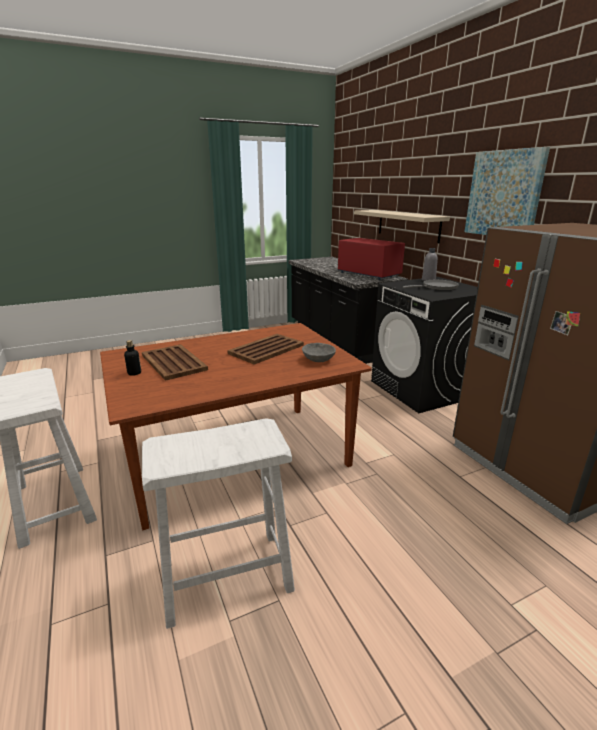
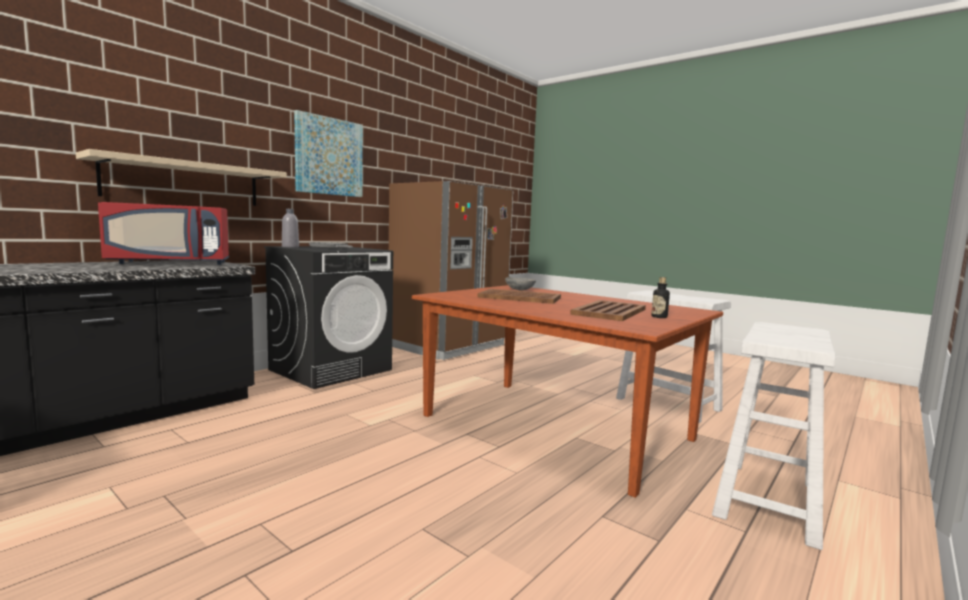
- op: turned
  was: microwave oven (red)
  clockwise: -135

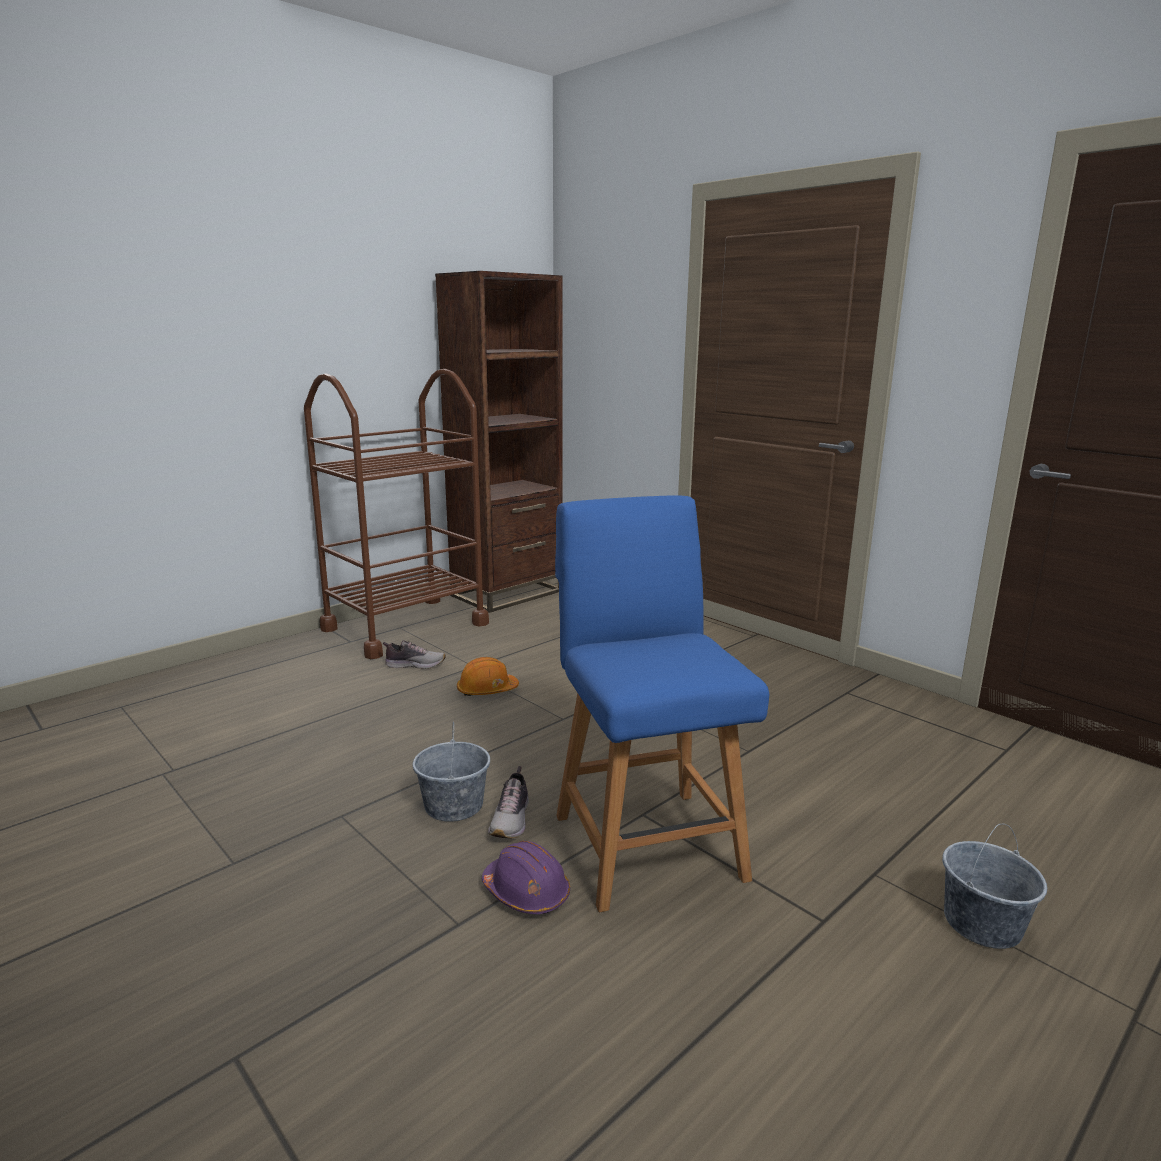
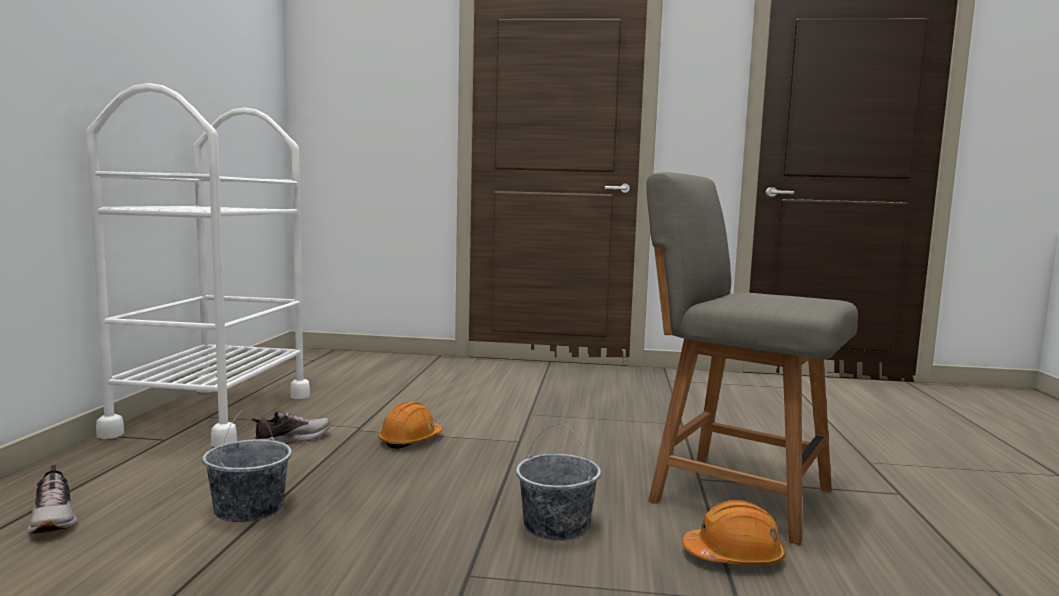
- op: recoloured
  was: trolley (brown-coloured)
  now: trolley (white)
- op: removed
  was: shelving unit (brown-coloured)
- op: recoloured
  was: hard hat (purplish)
  now: hard hat (orangey) (2nd from left)
- op: moved
  was: shoe (2nd from left in the first image)
  now: shoe (1st from left)
- op: recoloured
  was: upright chair (blue-coloured)
  now: upright chair (grey)
- op: moved
  was: pail (grey) (2nd from left in the first image)
  now: pail (grey) (1st from left)

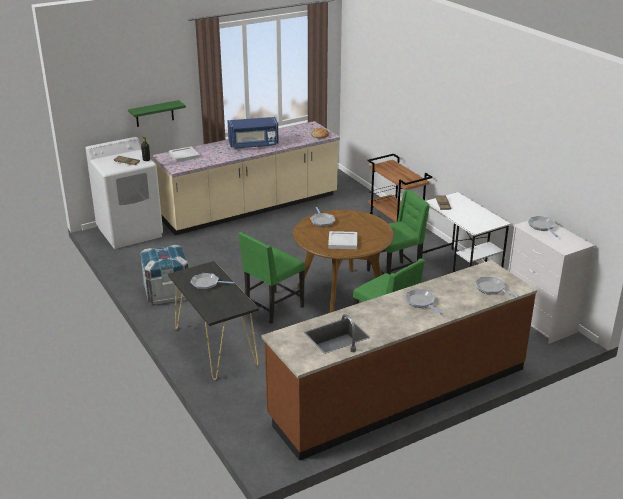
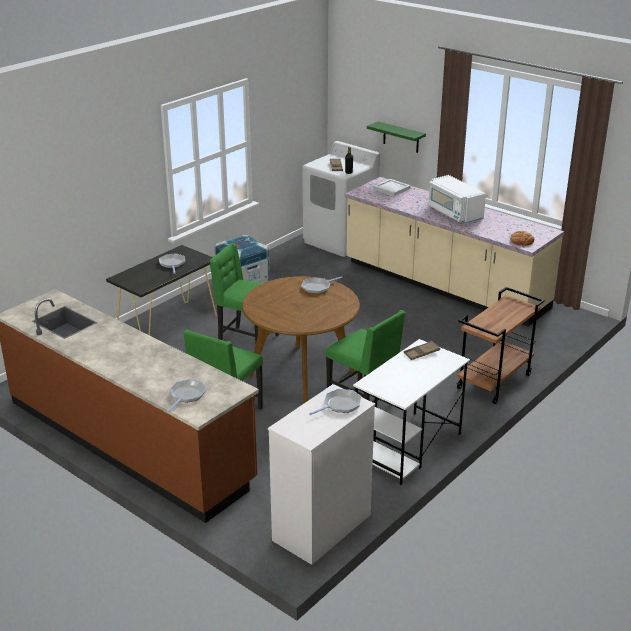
- op: recoloured
  was: microwave oven (blue-coloured)
  now: microwave oven (white)
- op: removed
  was: tray (white) (2nd from left)
- op: removed
  was: pan (3rd from left)

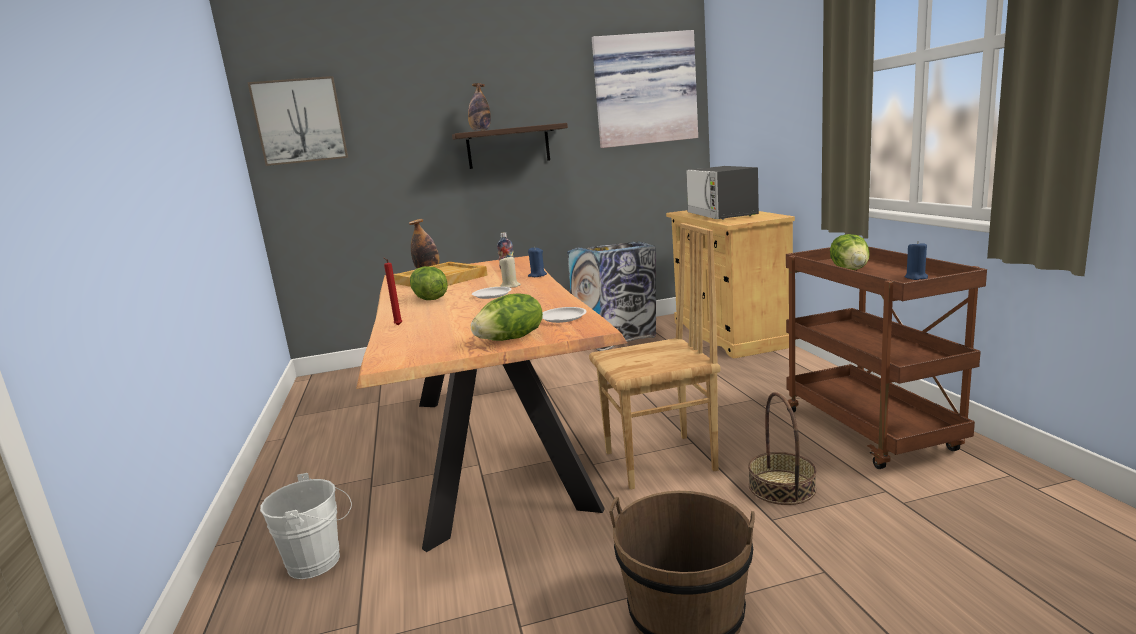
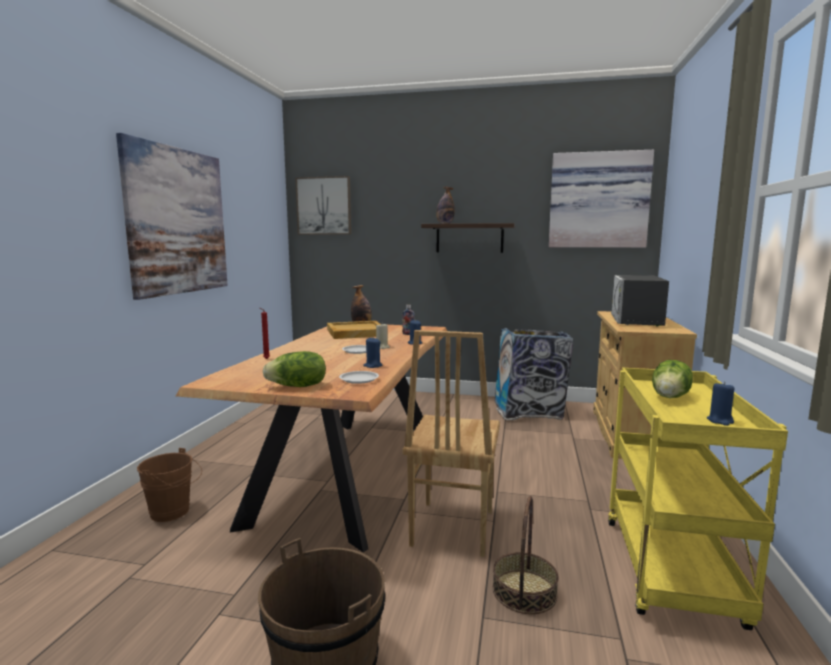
- op: recoloured
  was: pail (white)
  now: pail (brown-coloured) (1st from left)
- op: removed
  was: lettuce (1st from left)
- op: turned
  was: upright chair (brown-coloured)
  clockwise: 90
- op: recoloured
  was: trolley (brown-coloured)
  now: trolley (yellow-coloured)
- op: added
  now: wall picture (1st from left)
- op: added
  now: candle (blue-coloured) (1st from left)

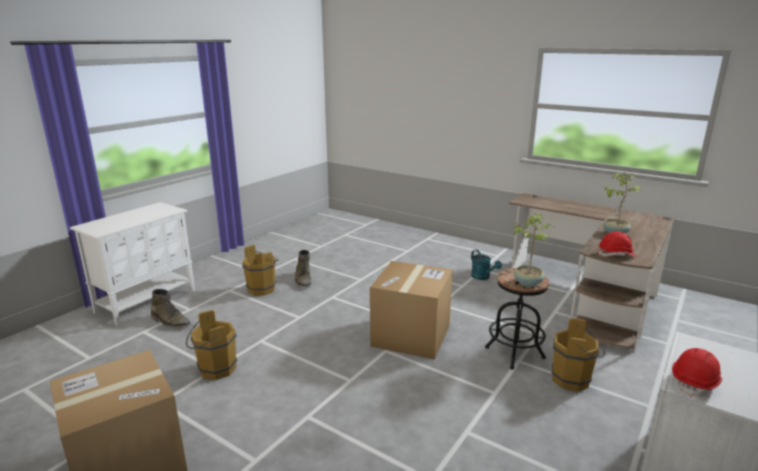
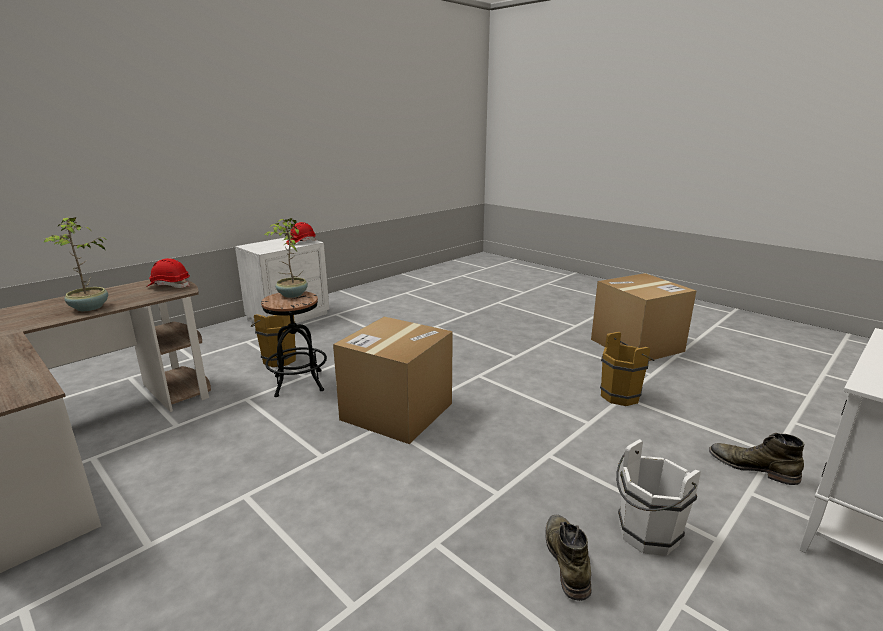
- op: recoloured
  was: pail (brown-coloured) (2nd from left)
  now: pail (white)
- op: removed
  was: watering can (turquoise)

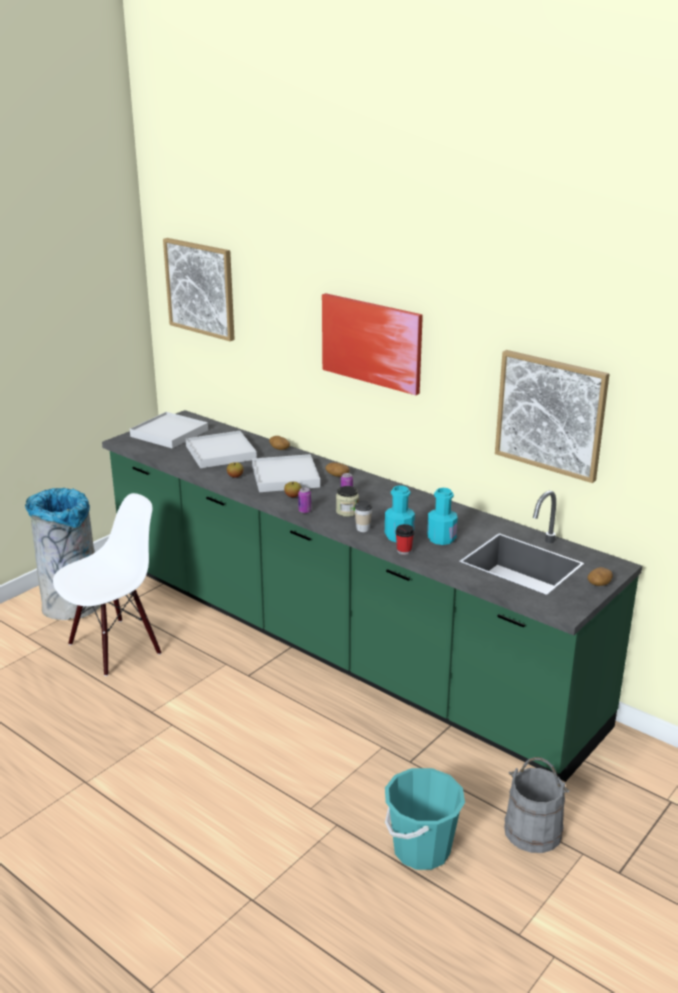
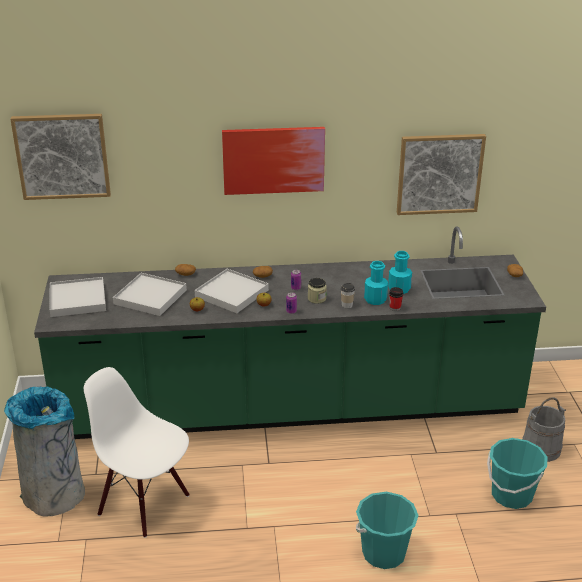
- op: turned
  was: upright chair (white)
  clockwise: -60
- op: added
  now: pail (turquoise) (1st from left)

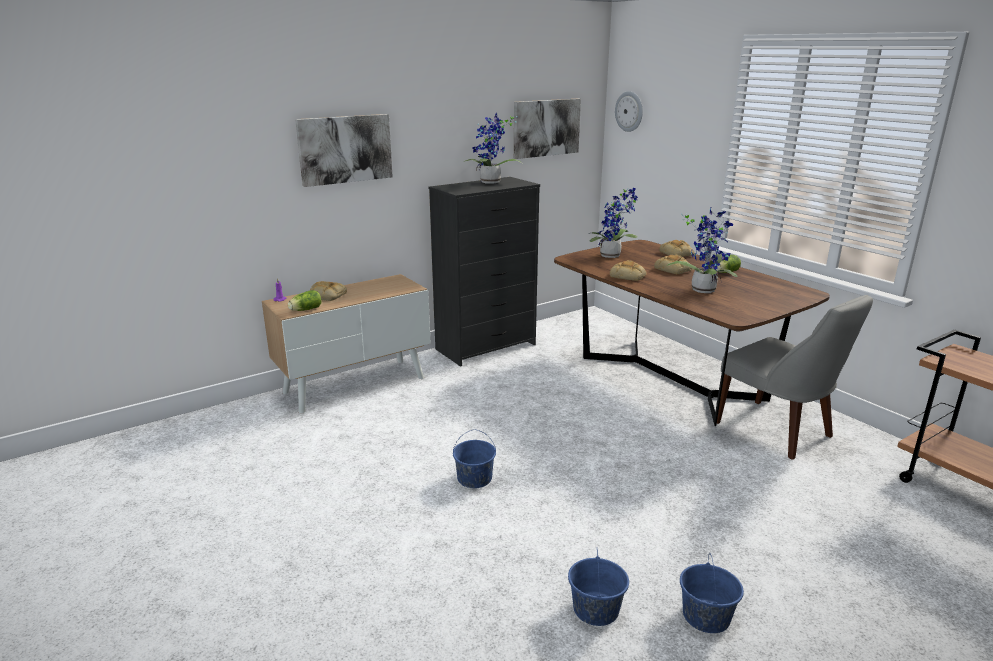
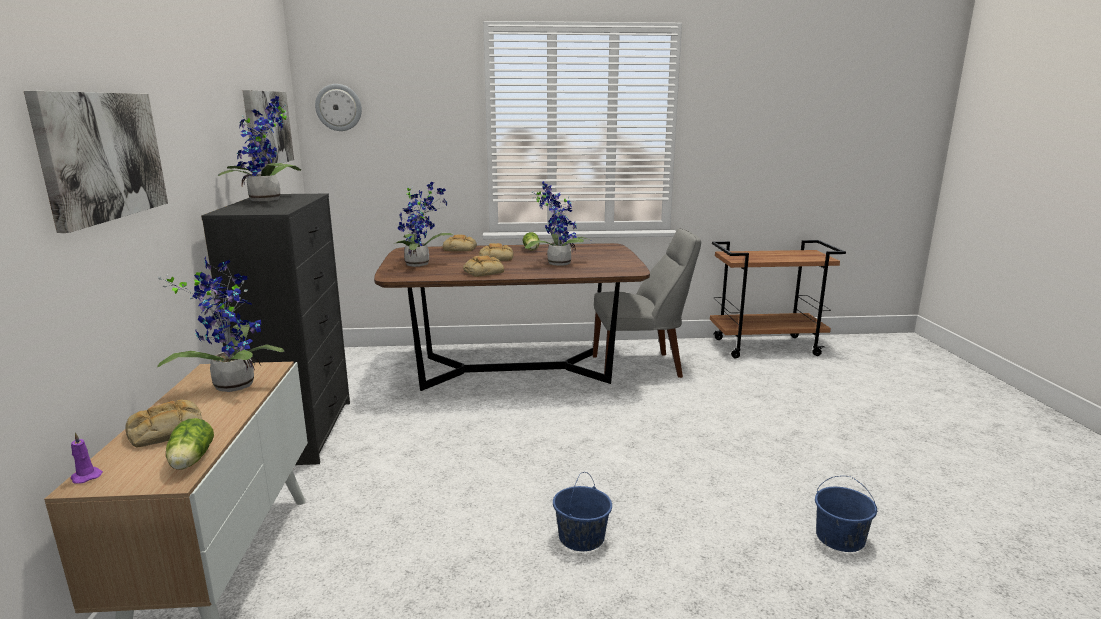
- op: removed
  was: pail (blue-coloured) (3rd from left)
- op: added
  now: potted plant (1st from left)

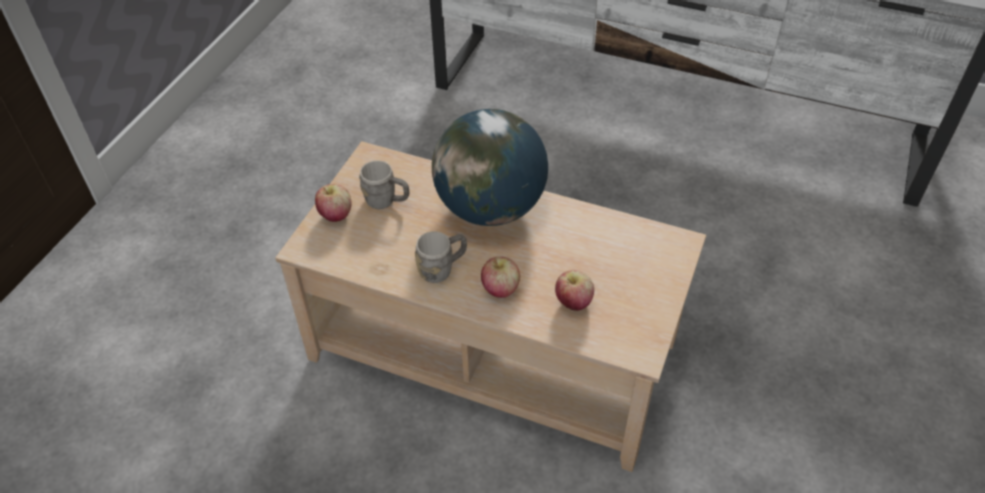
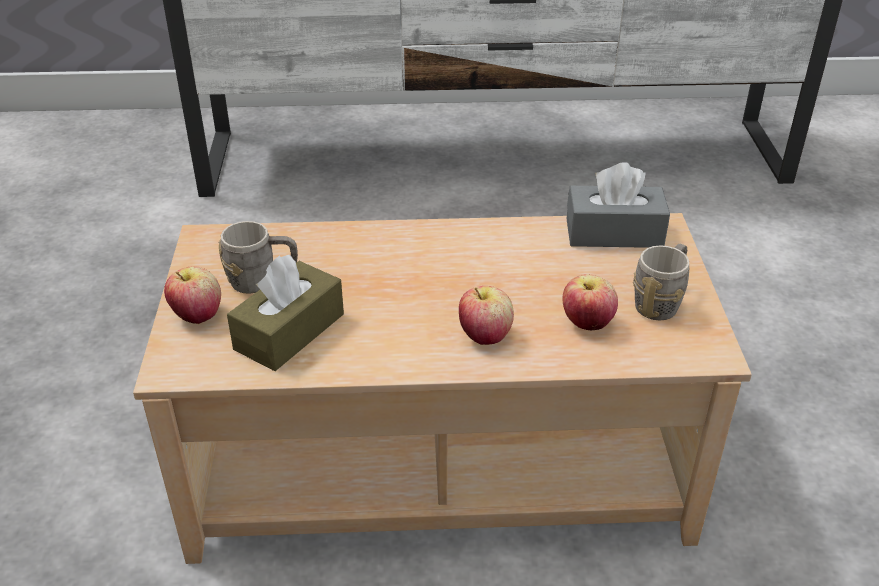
- op: moved
  was: tea mug (grey) (2nd from left)
- op: removed
  was: globe
- op: added
  now: tissue box (brown-coloured)
- op: added
  now: tissue box (grey)

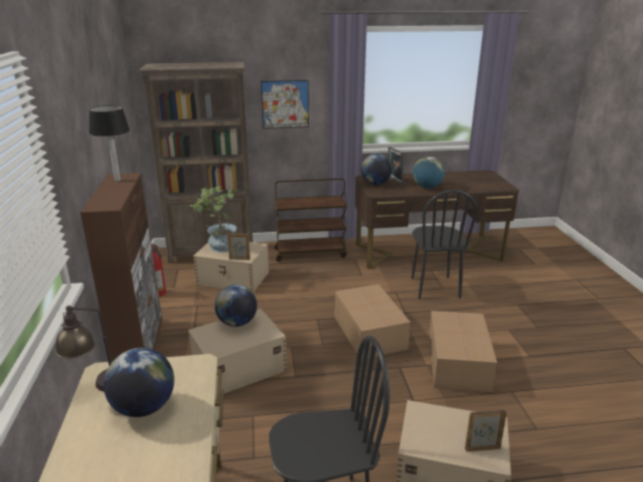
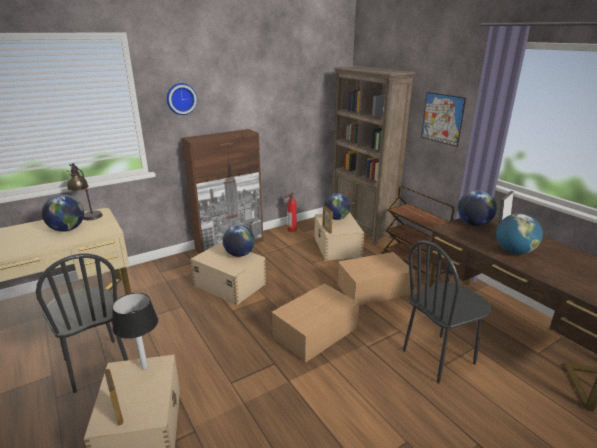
- op: moved
  was: tabletop lamp (2nd from left)
- op: replaced
  was: potted plant
  now: globe (3rd from left)
- op: moved
  was: cardboard box (2nd from left)
- op: added
  now: wall clock

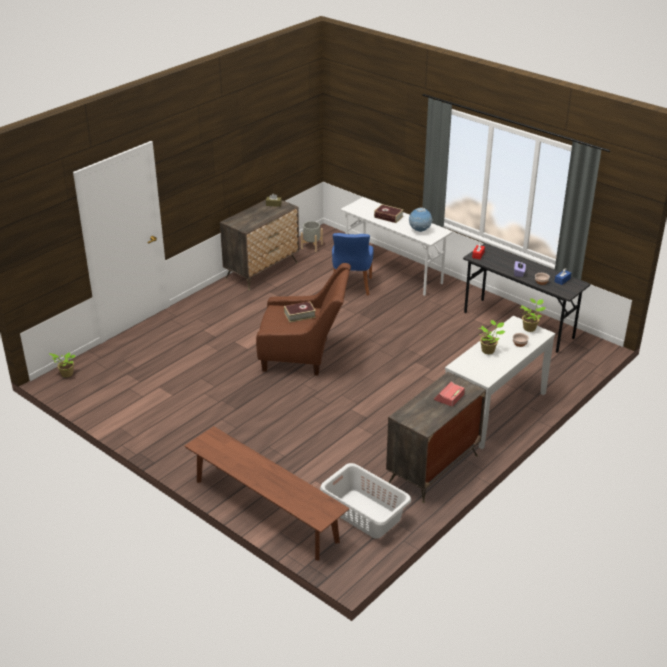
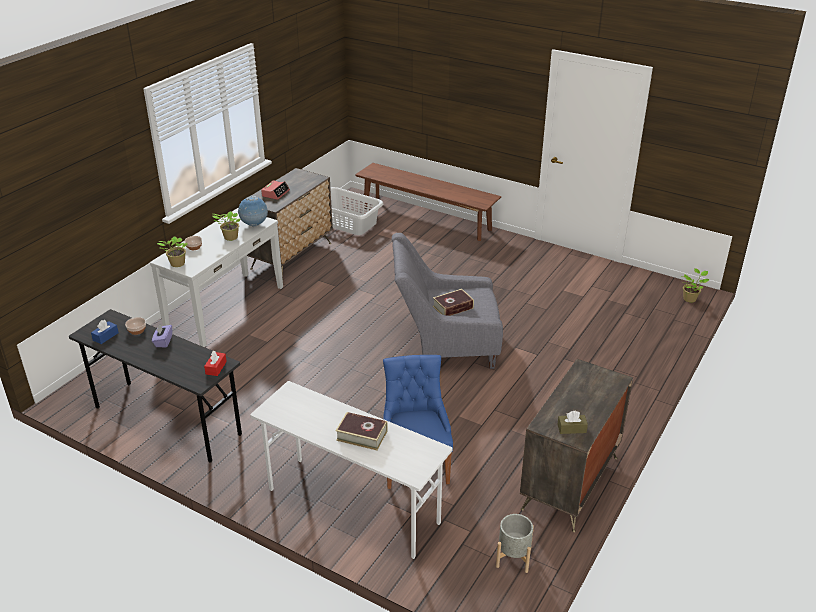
- op: recoloured
  was: easy chair (brown-coloured)
  now: easy chair (grey)
- op: moved
  was: globe

